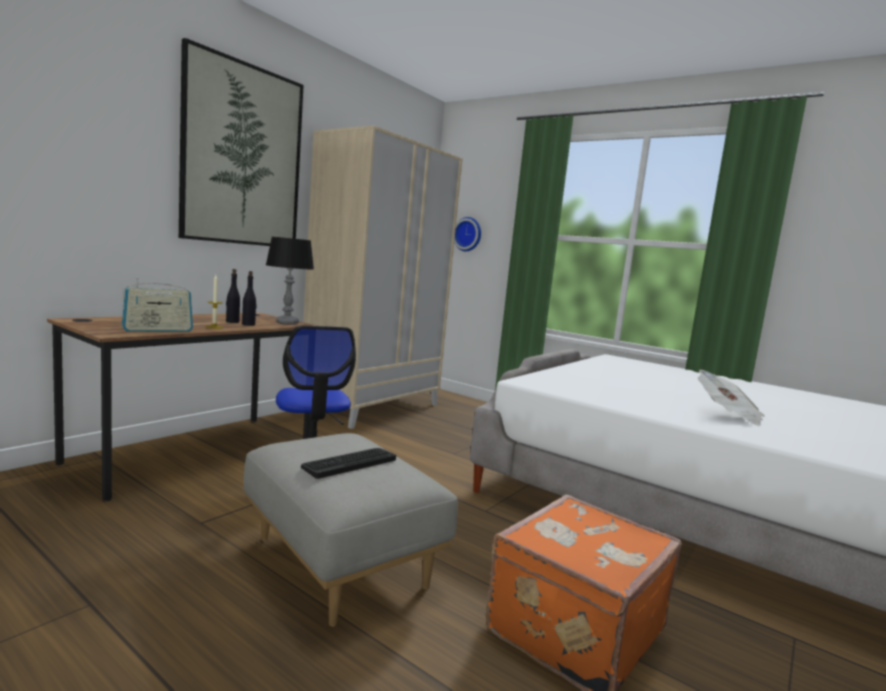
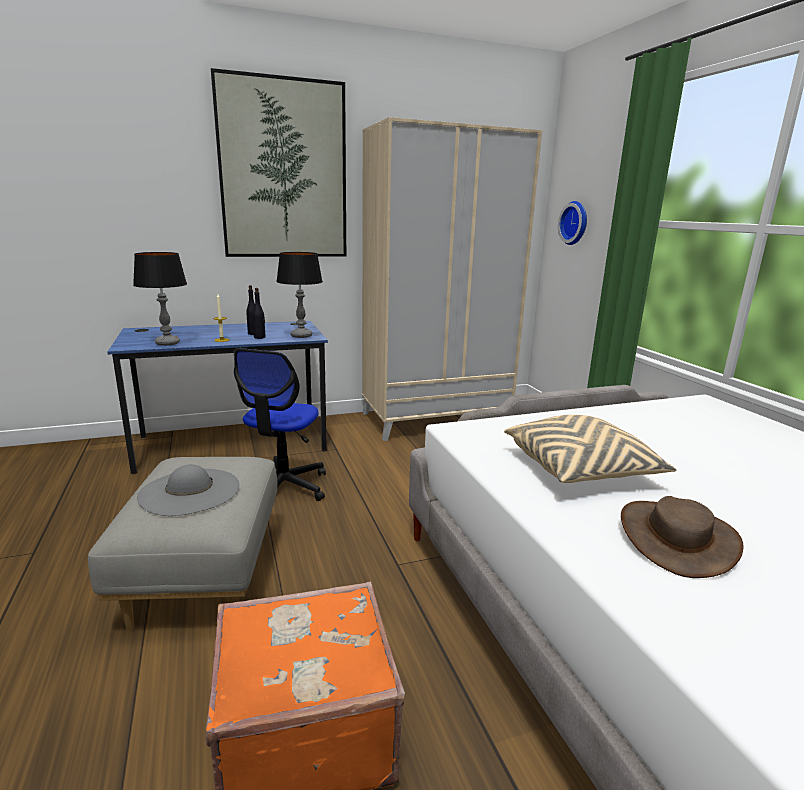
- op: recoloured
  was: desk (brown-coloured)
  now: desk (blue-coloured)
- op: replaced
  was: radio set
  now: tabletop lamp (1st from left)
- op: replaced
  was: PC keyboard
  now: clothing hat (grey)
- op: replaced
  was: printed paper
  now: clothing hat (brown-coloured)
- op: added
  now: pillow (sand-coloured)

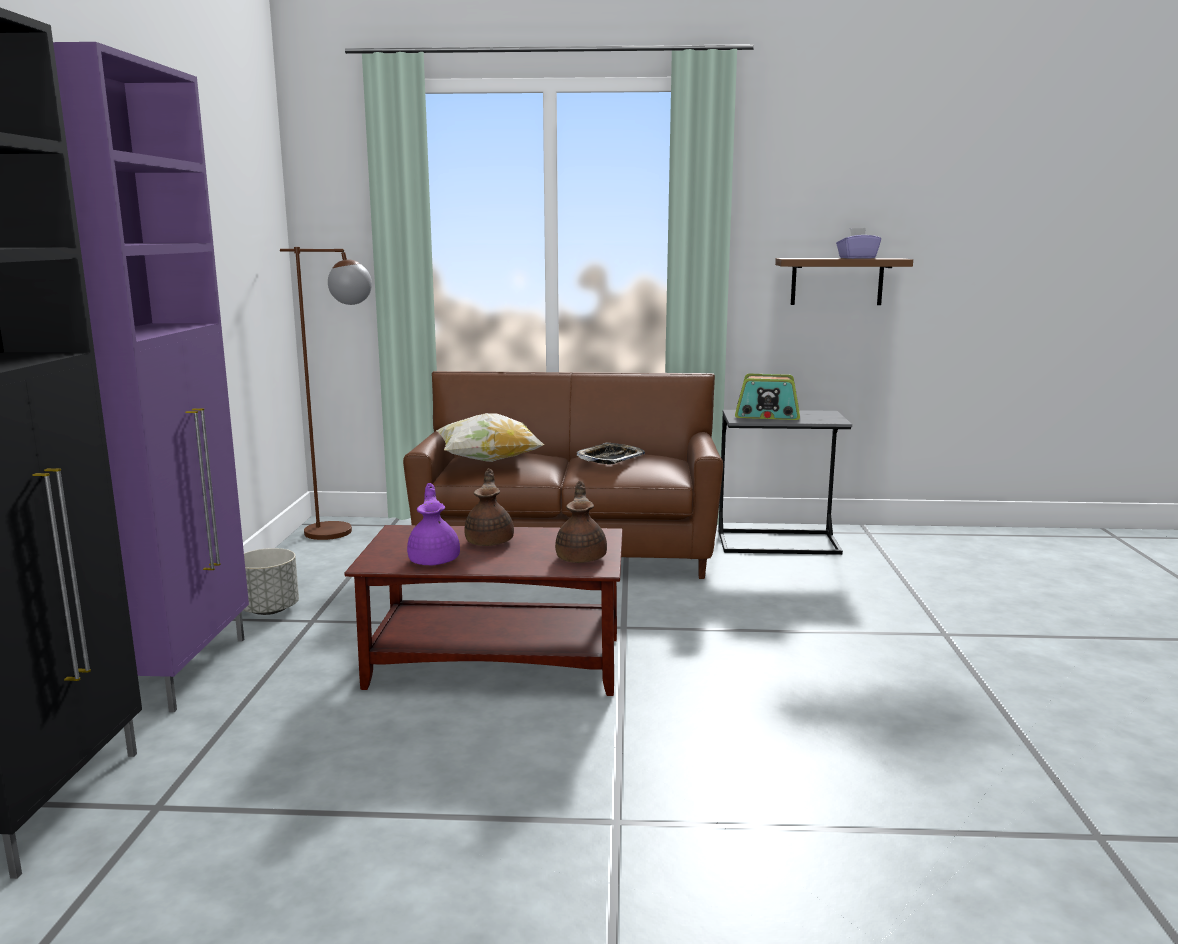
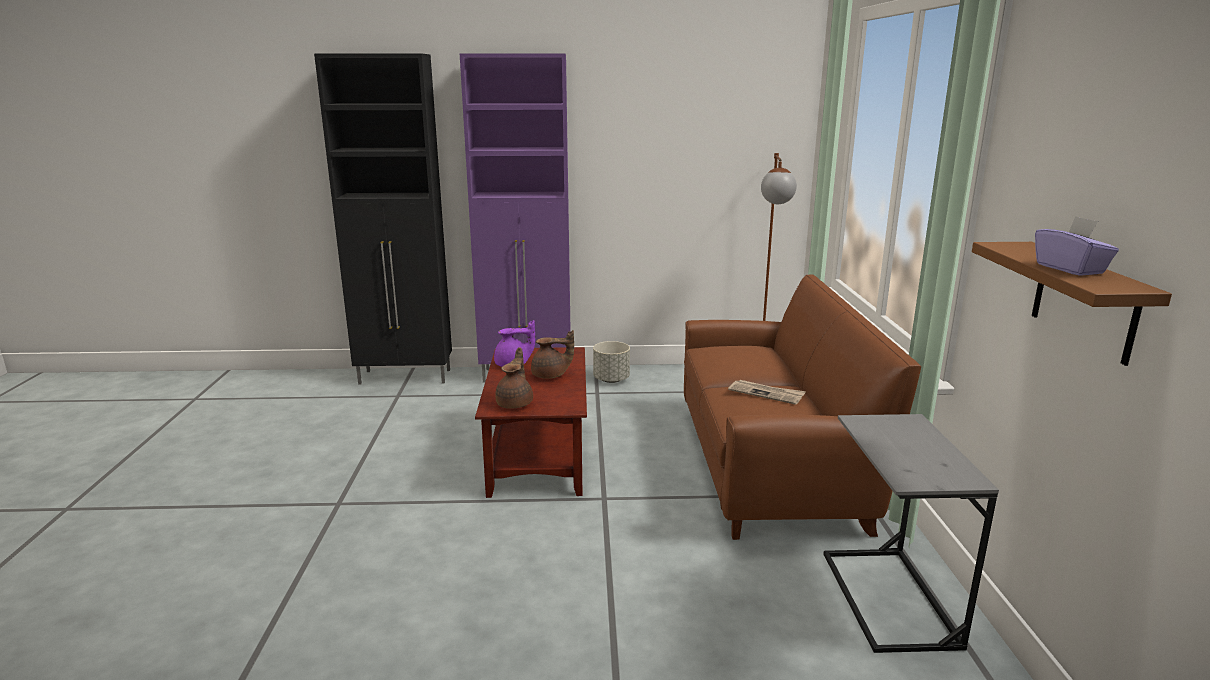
- op: removed
  was: pillow
- op: turned
  was: teapot (brown-coloured) (2nd from left in the first image)
  clockwise: -75
- op: replaced
  was: tray
  now: printed paper
- op: removed
  was: radio set

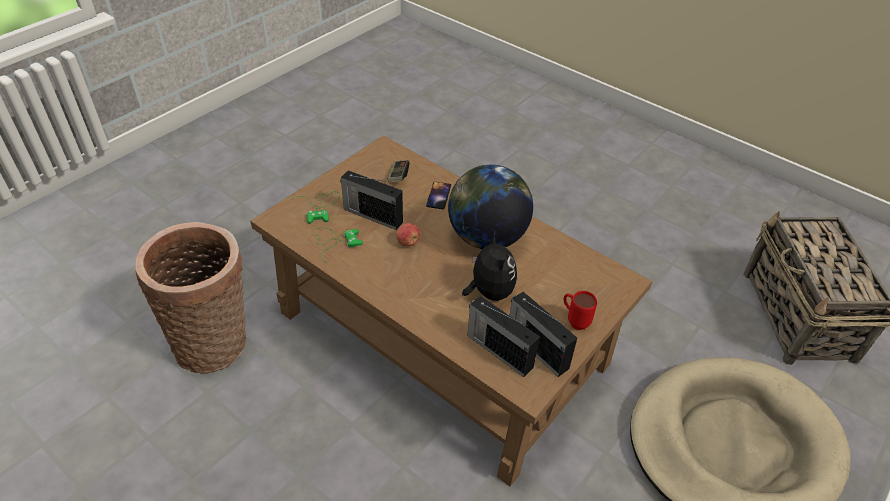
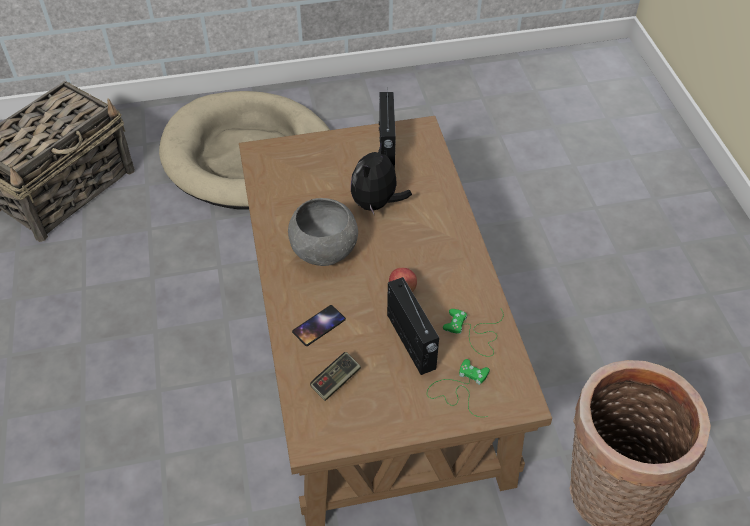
- op: replaced
  was: globe
  now: serving bowl (grey)
- op: removed
  was: radio set (2nd from left)
- op: removed
  was: tea mug (red)

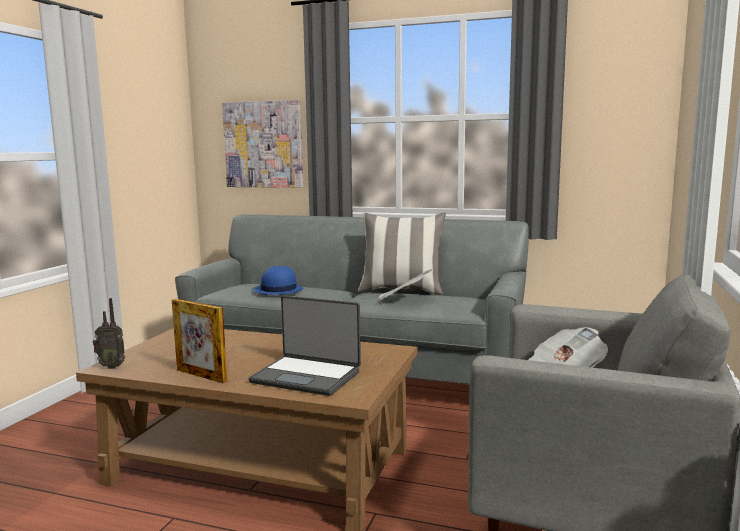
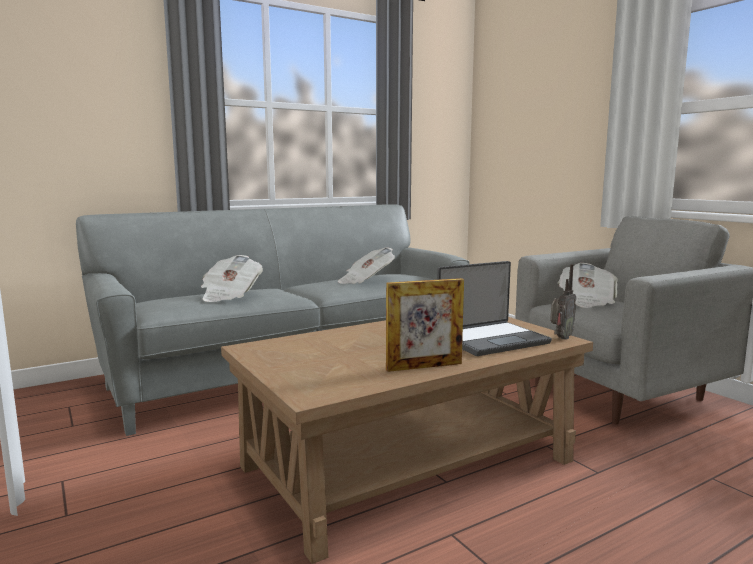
- op: moved
  was: radio set
- op: removed
  was: wall picture
- op: replaced
  was: clothing hat (blue-coloured)
  now: printed paper (1st from left)
- op: removed
  was: pillow

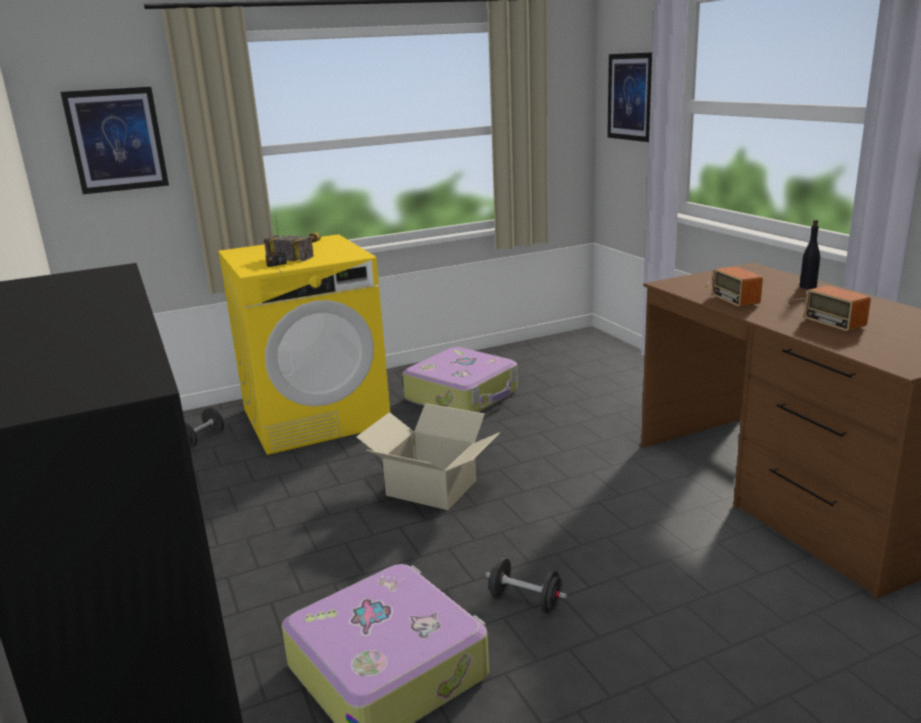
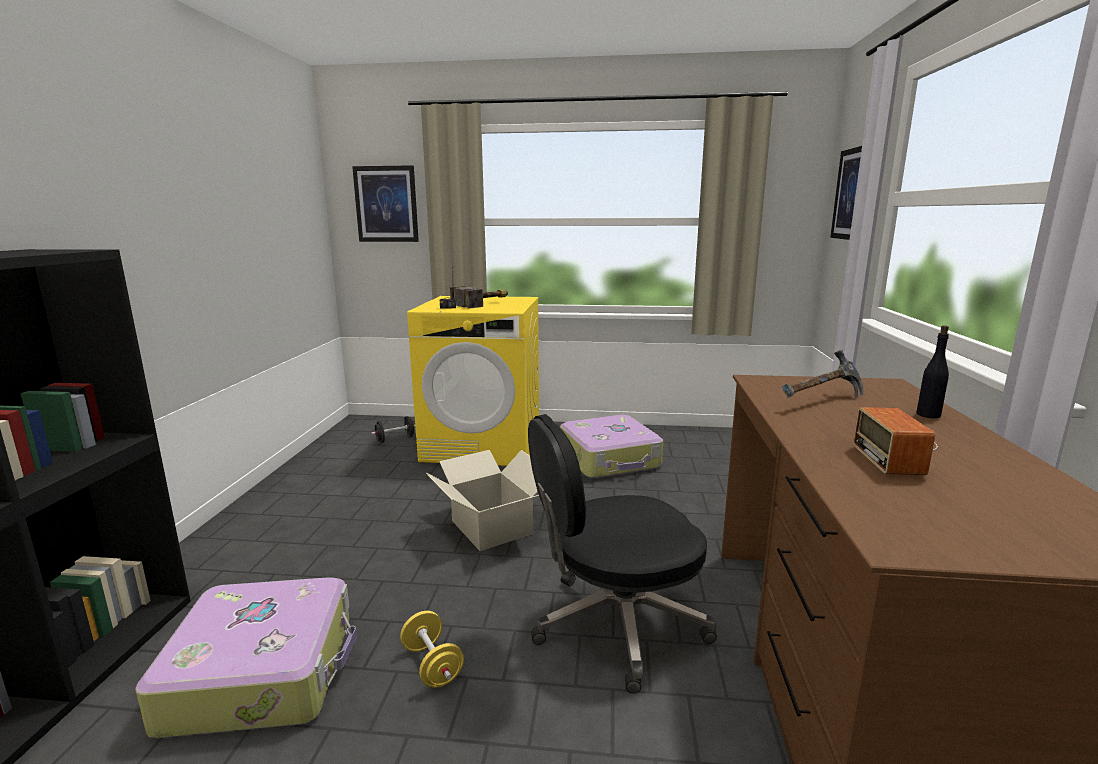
- op: recoloured
  was: dumbbell (black) (2nd from left)
  now: dumbbell (yellow-coloured)
- op: replaced
  was: radio set (2nd from left)
  now: hammer (2nd from left)
- op: added
  now: office chair (black)

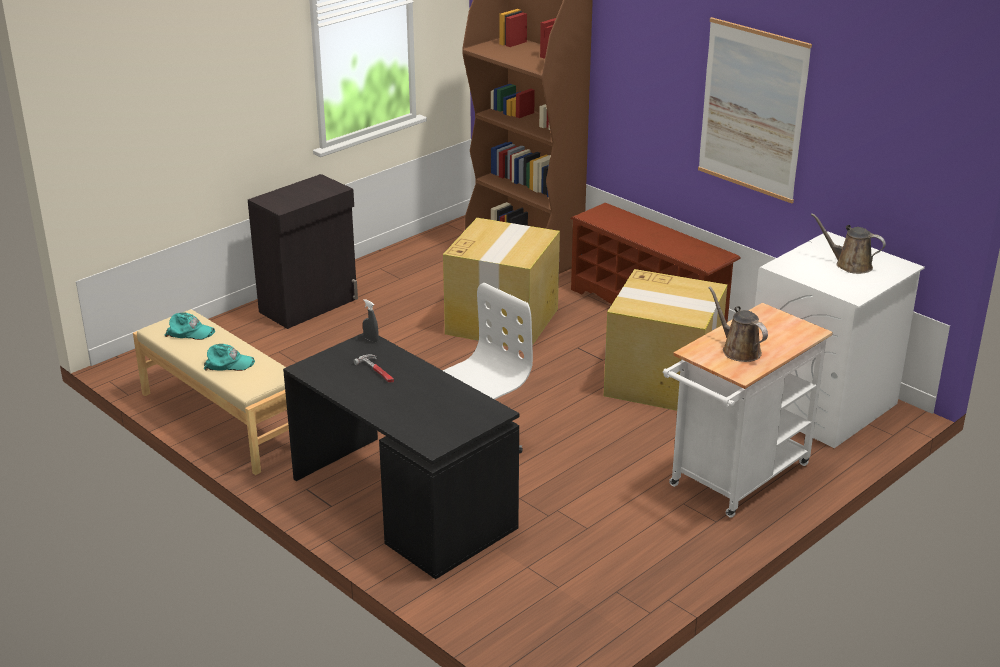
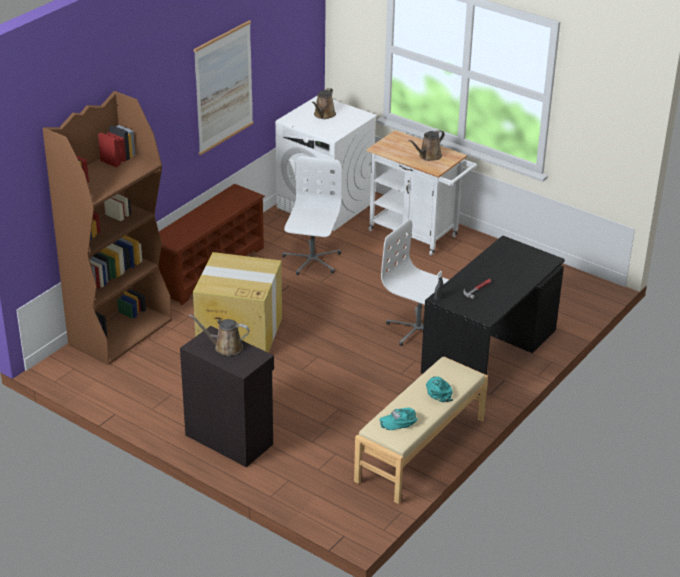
- op: turned
  was: cap (turquoise) (1st from left)
  clockwise: -105
- op: replaced
  was: cardboard box (2nd from left)
  now: office chair (white) (1st from left)
- op: added
  now: watering can (brown-coloured) (1st from left)

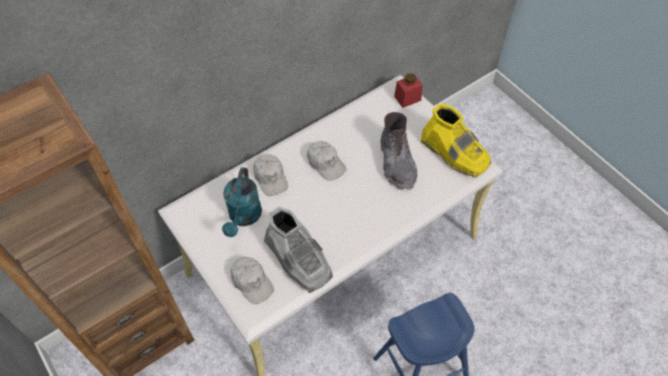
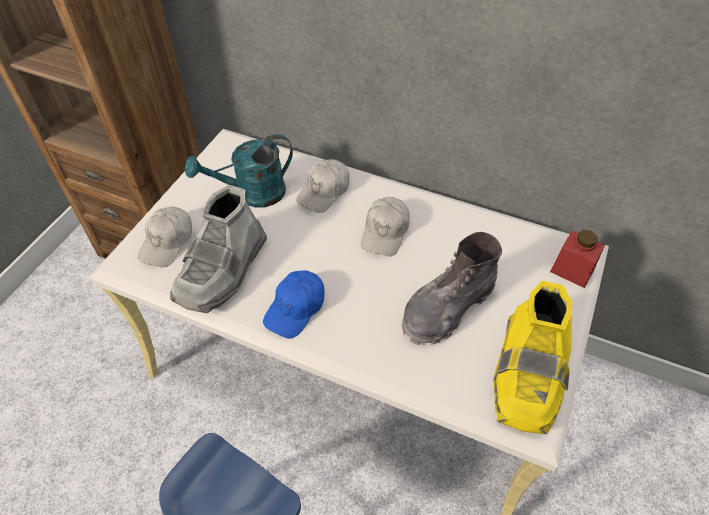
- op: added
  now: cap (blue-coloured)

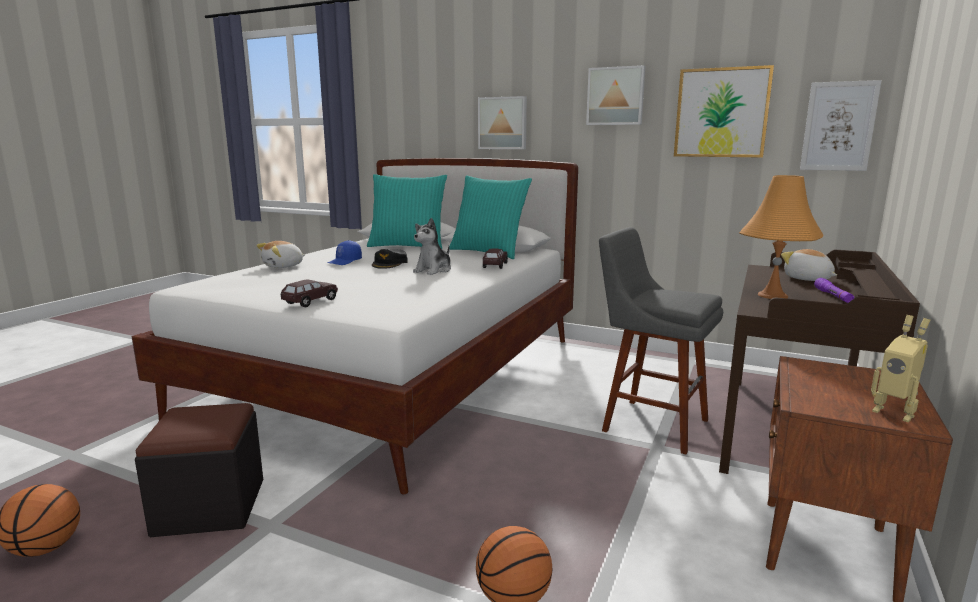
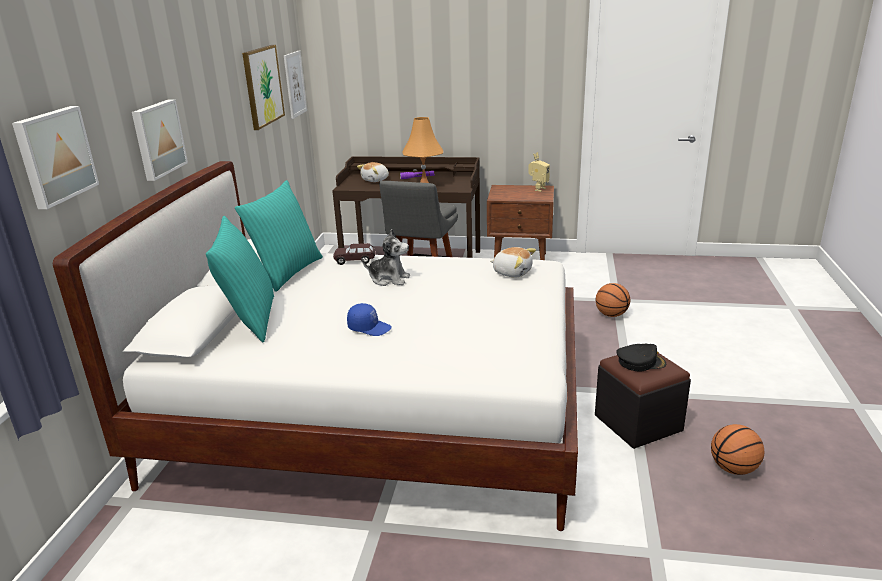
- op: moved
  was: plush toy (1st from left in the first image)
  now: plush toy (3rd from left)
- op: removed
  was: miniature car (brown-coloured) (1st from left)
- op: moved
  was: cap (black)
- op: moved
  was: wall picture (2nd from left in the first image)
  now: wall picture (1st from left)

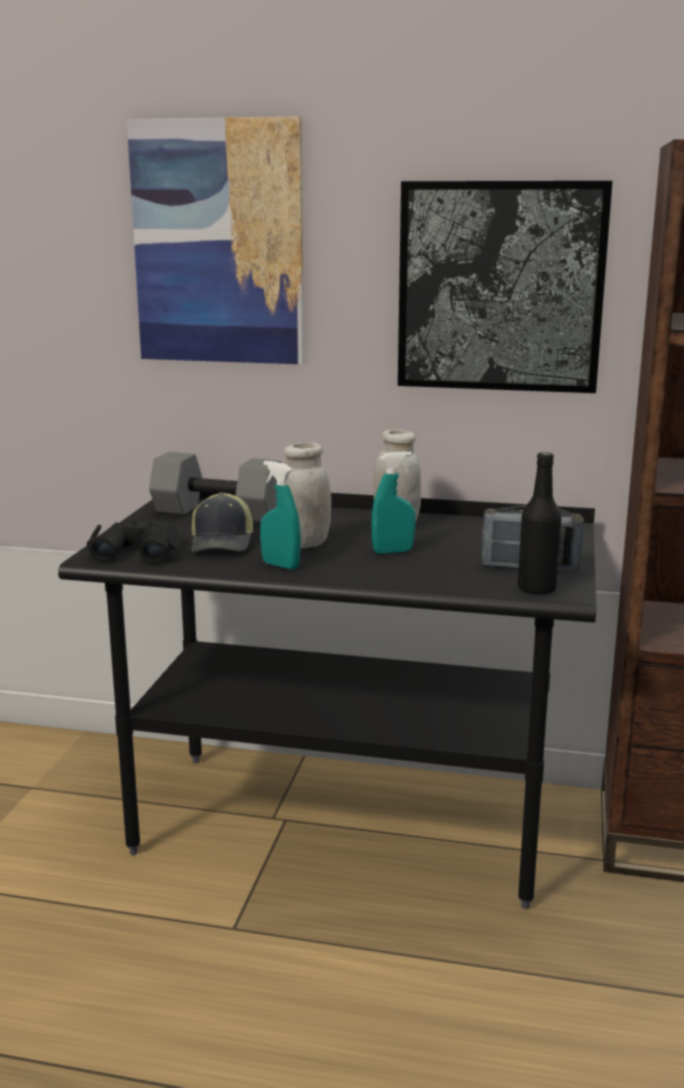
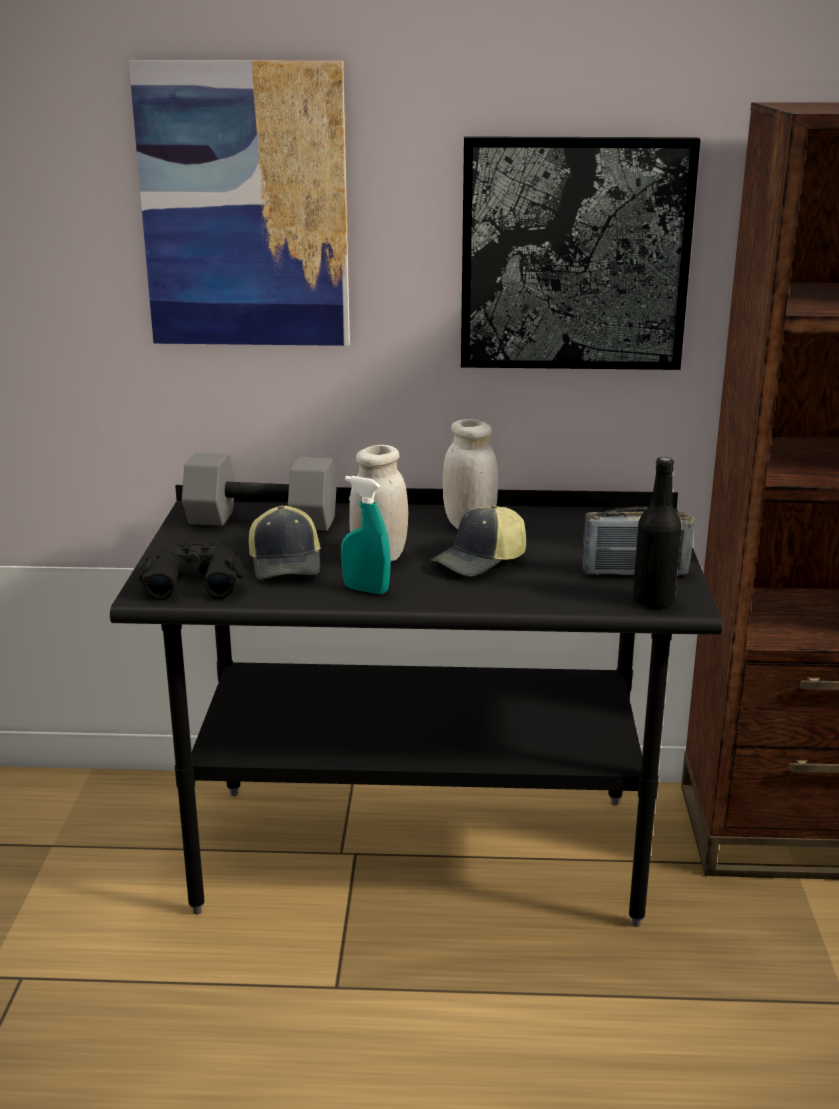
- op: replaced
  was: spray bottle (turquoise) (2nd from left)
  now: cap (2nd from left)

